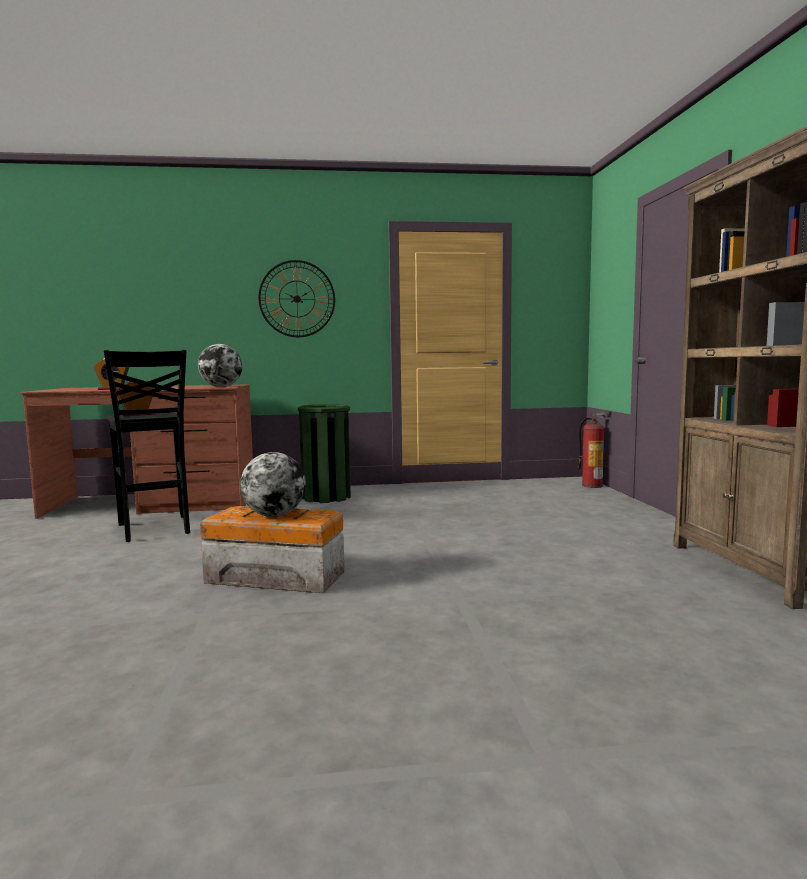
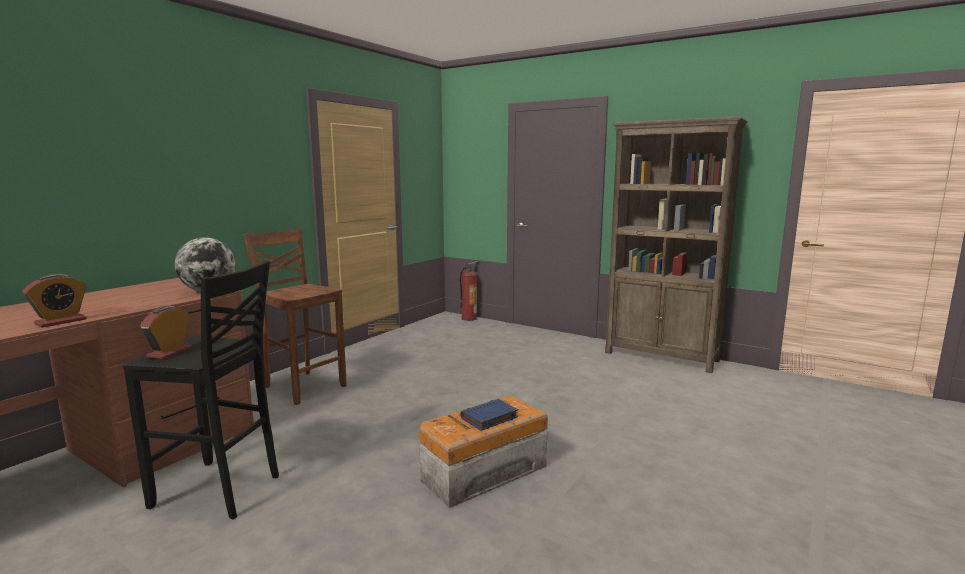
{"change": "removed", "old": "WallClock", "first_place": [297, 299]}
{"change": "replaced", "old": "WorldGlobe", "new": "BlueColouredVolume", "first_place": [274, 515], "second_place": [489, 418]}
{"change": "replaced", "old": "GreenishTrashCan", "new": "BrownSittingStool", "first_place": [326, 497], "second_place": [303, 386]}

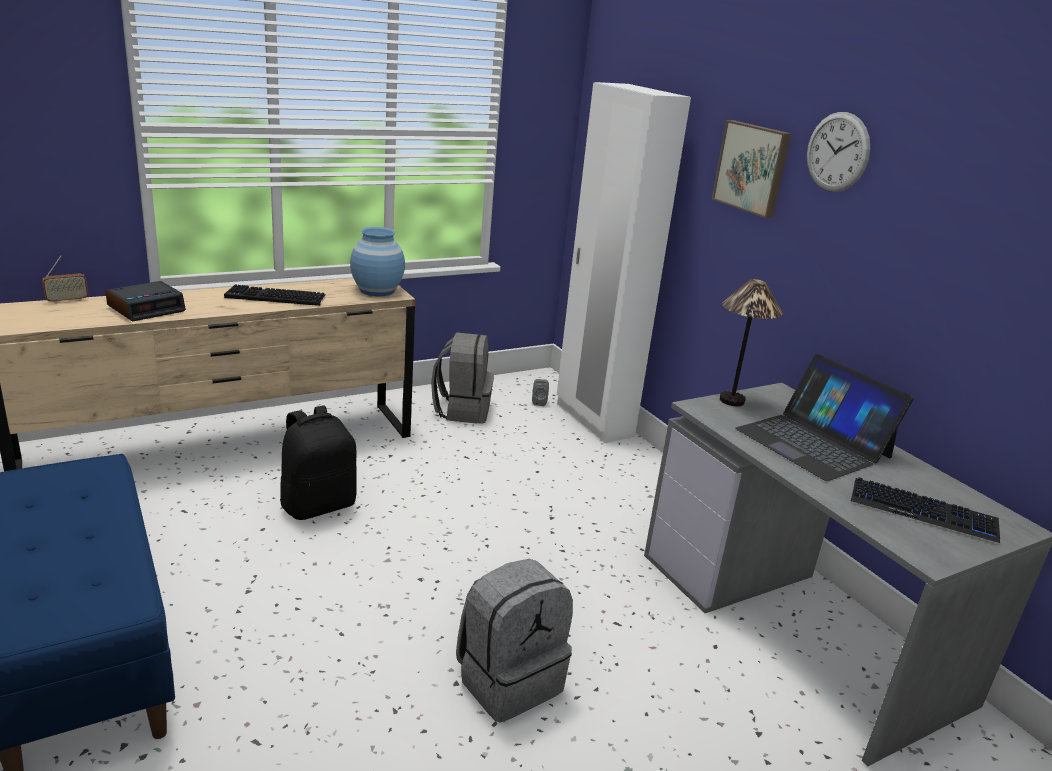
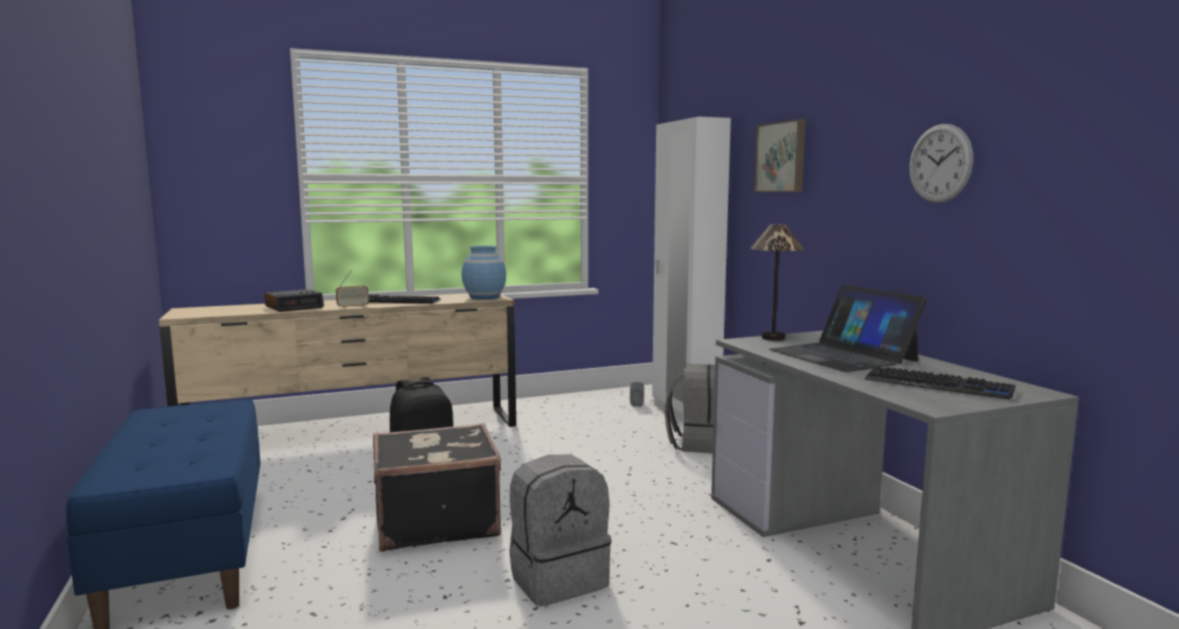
{"change": "added", "new": "BlackColouredSuitcase", "second_place": [435, 521]}
{"change": "moved", "old": "Radio", "first_place": [67, 301], "second_place": [352, 307]}
{"change": "moved", "old": "GreyBackpack", "first_place": [462, 410], "second_place": [696, 443]}
{"change": "moved", "old": "WallClock", "first_place": [837, 152], "second_place": [940, 163]}

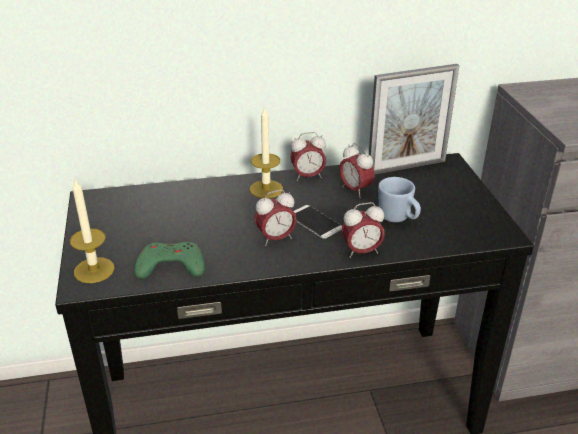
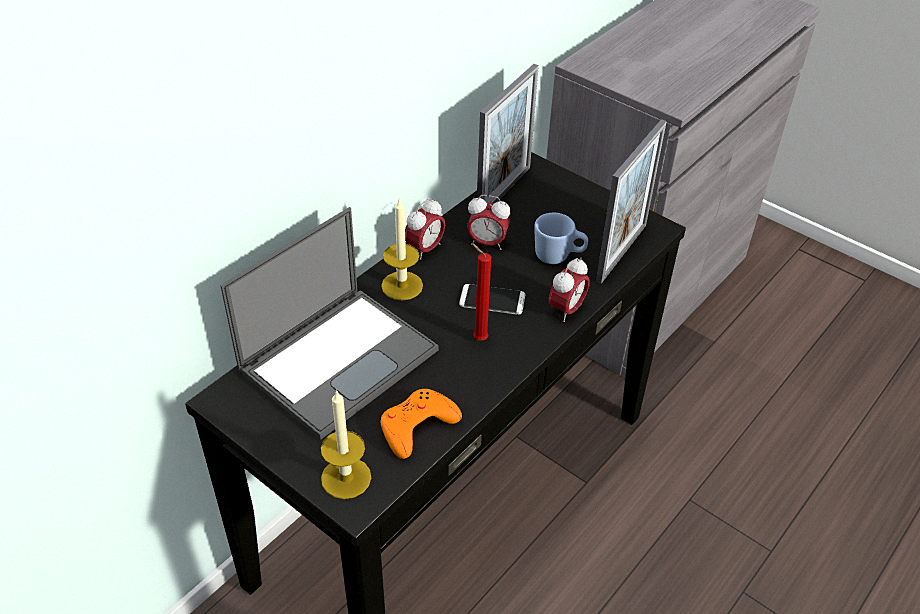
{"change": "added", "new": "Laptop", "second_place": [340, 358]}
{"change": "added", "new": "PhotoFrame", "second_place": [621, 253]}
{"change": "replaced", "old": "BedsideClock", "new": "ReddishCandle", "first_place": [275, 238], "second_place": [478, 338]}
{"change": "recoloured", "old": "GreenishGamepad", "new": "OrangeGamepad", "first_place": [171, 266], "second_place": [417, 426]}

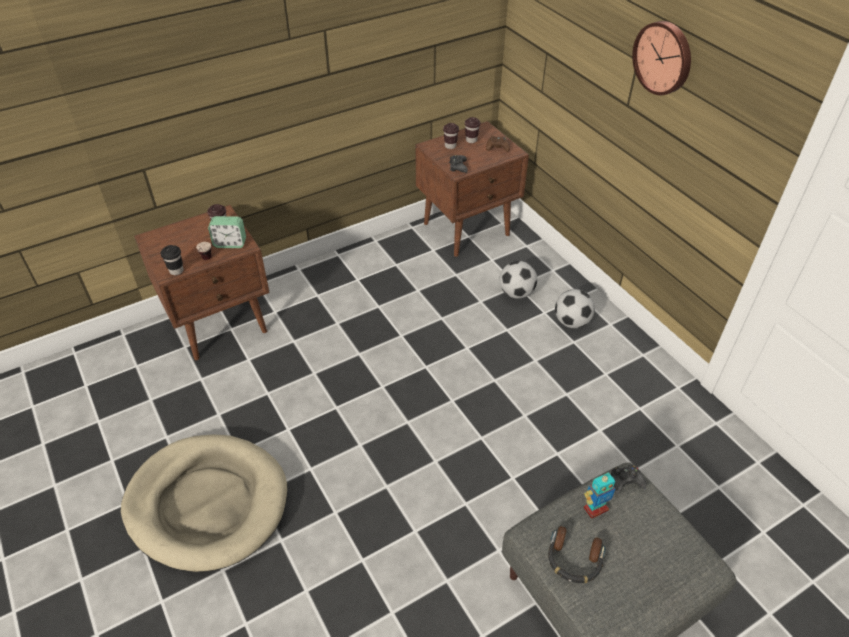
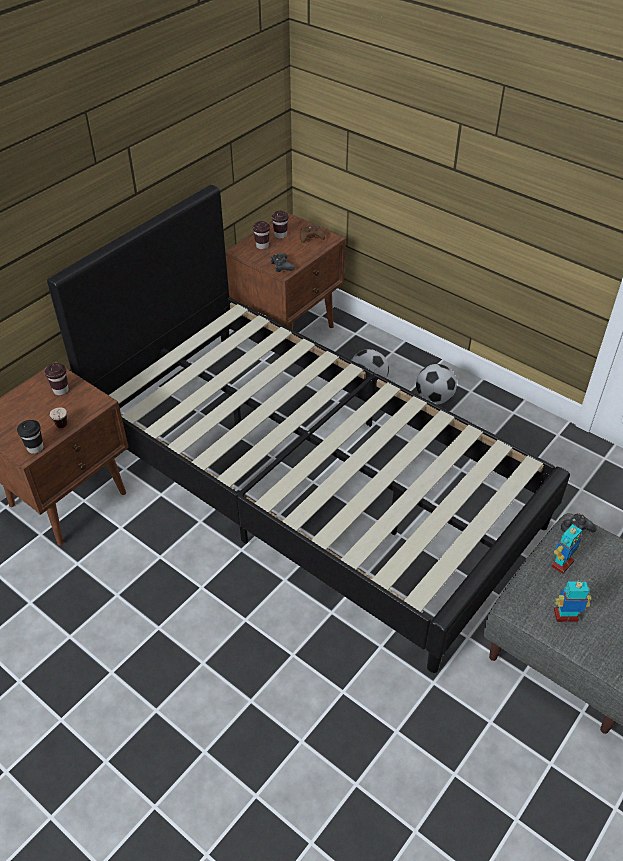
{"change": "removed", "old": "BeigePetBed", "first_place": [207, 503]}
{"change": "removed", "old": "BedsideClock", "first_place": [230, 243]}
{"change": "removed", "old": "WallClock", "first_place": [663, 57]}
{"change": "added", "new": "BlackColouredSleepingBed", "second_place": [311, 481]}
{"change": "replaced", "old": "Headset", "new": "ToyRobot", "first_place": [573, 560], "second_place": [565, 616]}

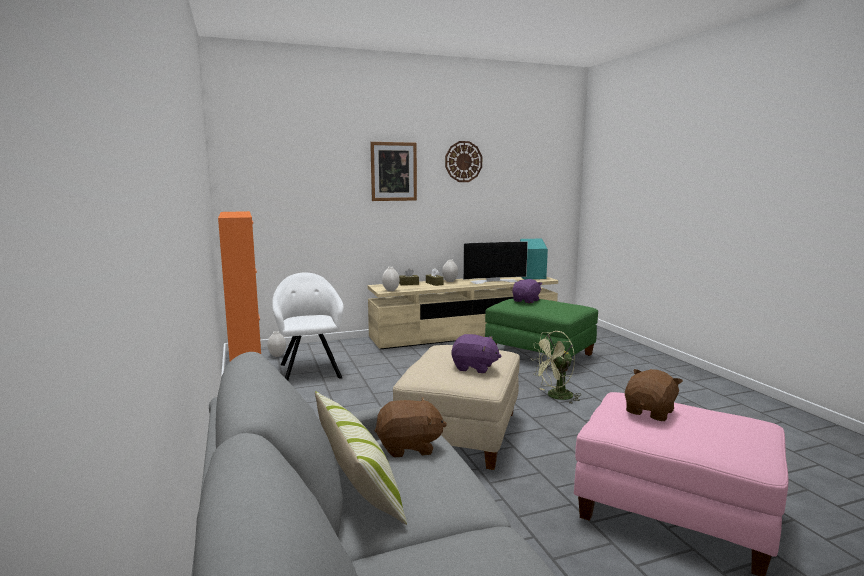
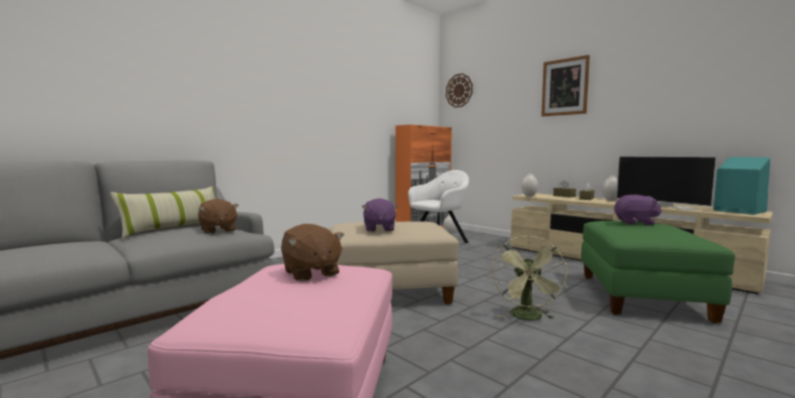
{"change": "moved", "old": "WallClock", "first_place": [463, 161], "second_place": [459, 90]}
{"change": "turned", "old": "GreenishFan", "first_place": [555, 396], "second_place": [528, 318], "degrees": -120}
{"change": "turned", "old": "BrownPlushToy", "first_place": [650, 412], "second_place": [310, 273], "degrees": 45}

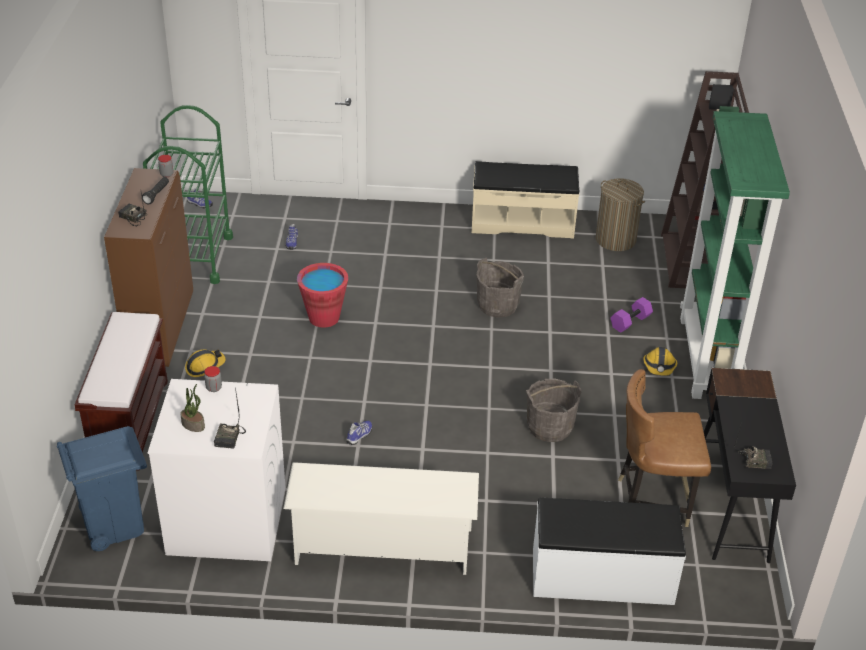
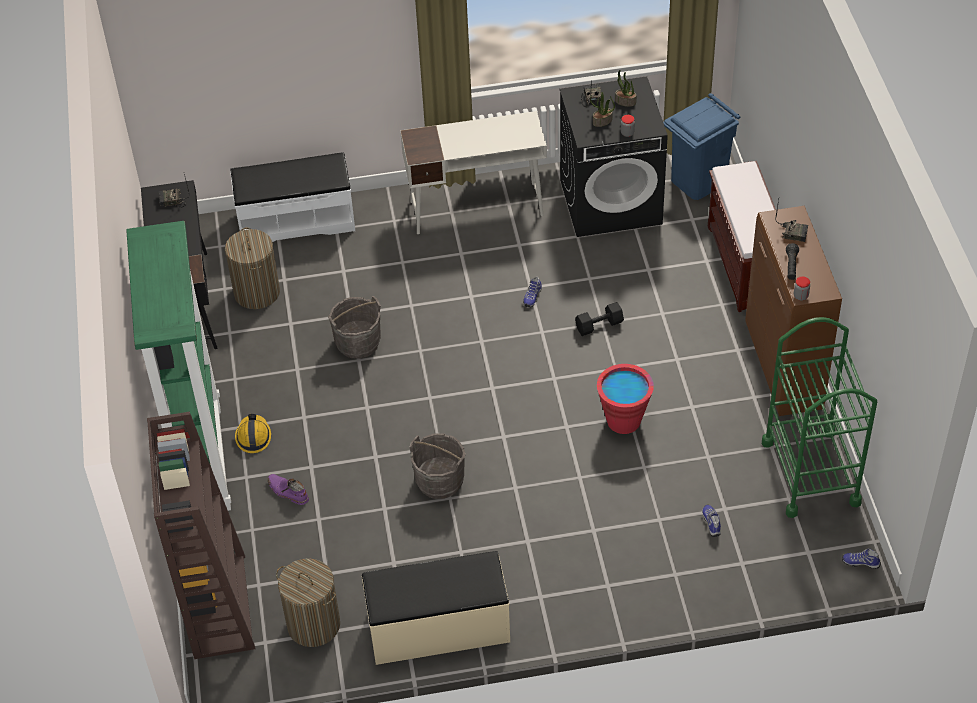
{"change": "removed", "old": "HardHat", "first_place": [204, 366]}
{"change": "added", "new": "BlackColouredDumbbell", "second_place": [599, 326]}
{"change": "added", "new": "PottedPlant", "second_place": [602, 121]}
{"change": "replaced", "old": "WhitishShoeShelf", "new": "WhitishDesk", "first_place": [382, 547], "second_place": [477, 208]}
{"change": "replaced", "old": "PurpleDumbbell", "new": "PurpleTallBoot", "first_place": [630, 321], "second_place": [287, 492]}
{"change": "replaced", "old": "BrownChair", "new": "Hamper", "first_place": [653, 499], "second_place": [257, 293]}
{"change": "recoloured", "old": "WhitishLaundryMachine", "new": "BlackColouredLaundryMachine", "first_place": [226, 521], "second_place": [611, 201]}

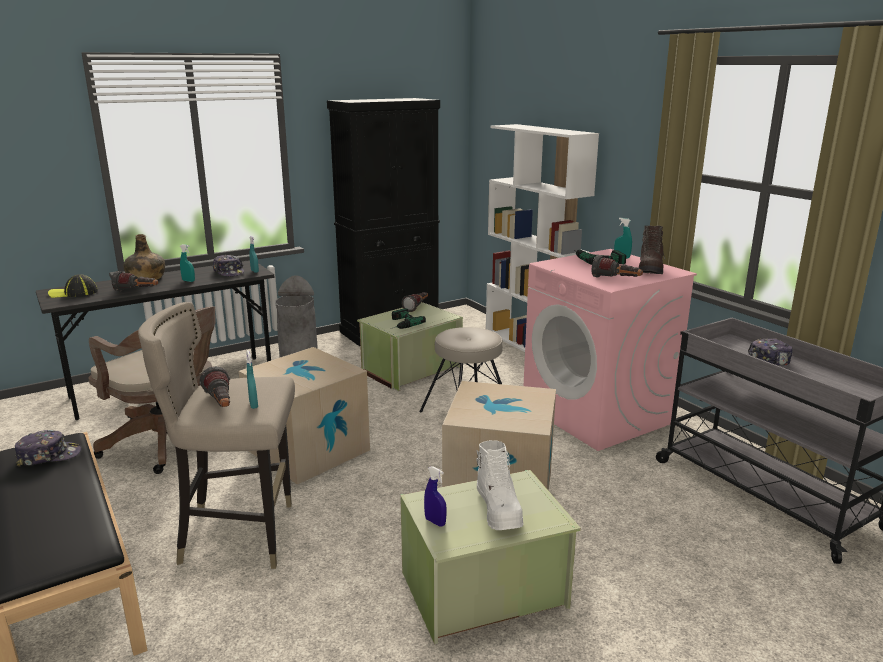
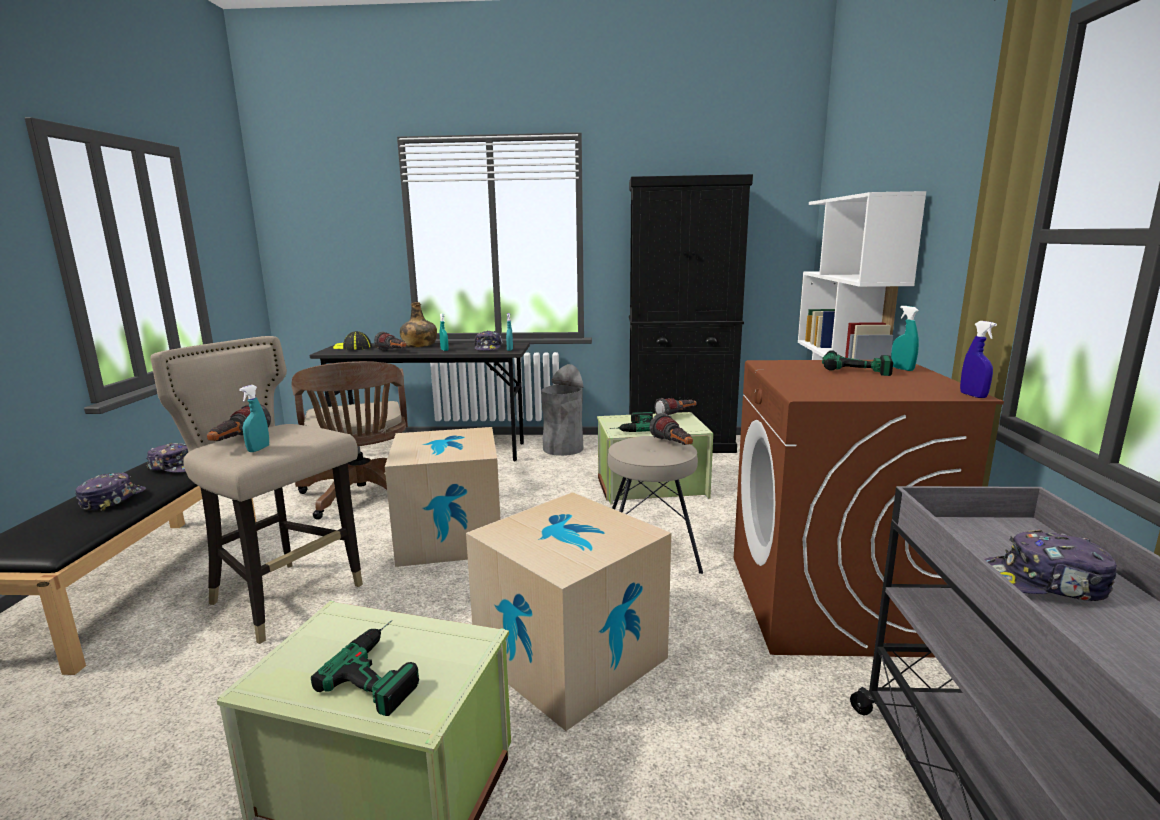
{"change": "removed", "old": "BrownTallBoot", "first_place": [650, 269]}
{"change": "added", "new": "BaseballCap", "second_place": [112, 499]}
{"change": "moved", "old": "BlueColouredSprayer", "first_place": [435, 522], "second_place": [973, 395]}
{"change": "moved", "old": "Flashlight", "first_place": [616, 280], "second_place": [673, 446]}
{"change": "replaced", "old": "WhitishTallBoot", "new": "PowerDrill", "first_place": [499, 510], "second_place": [385, 667]}
{"change": "recoloured", "old": "PinkLaundryMachine", "new": "BrownLaundryMachine", "first_place": [598, 414], "second_place": [830, 603]}

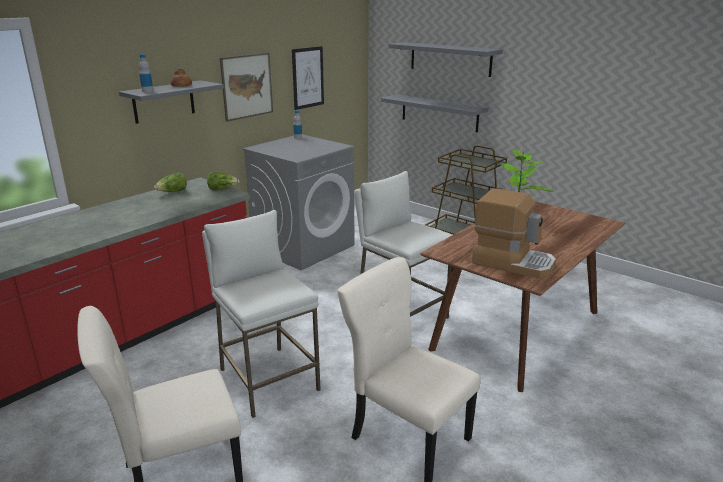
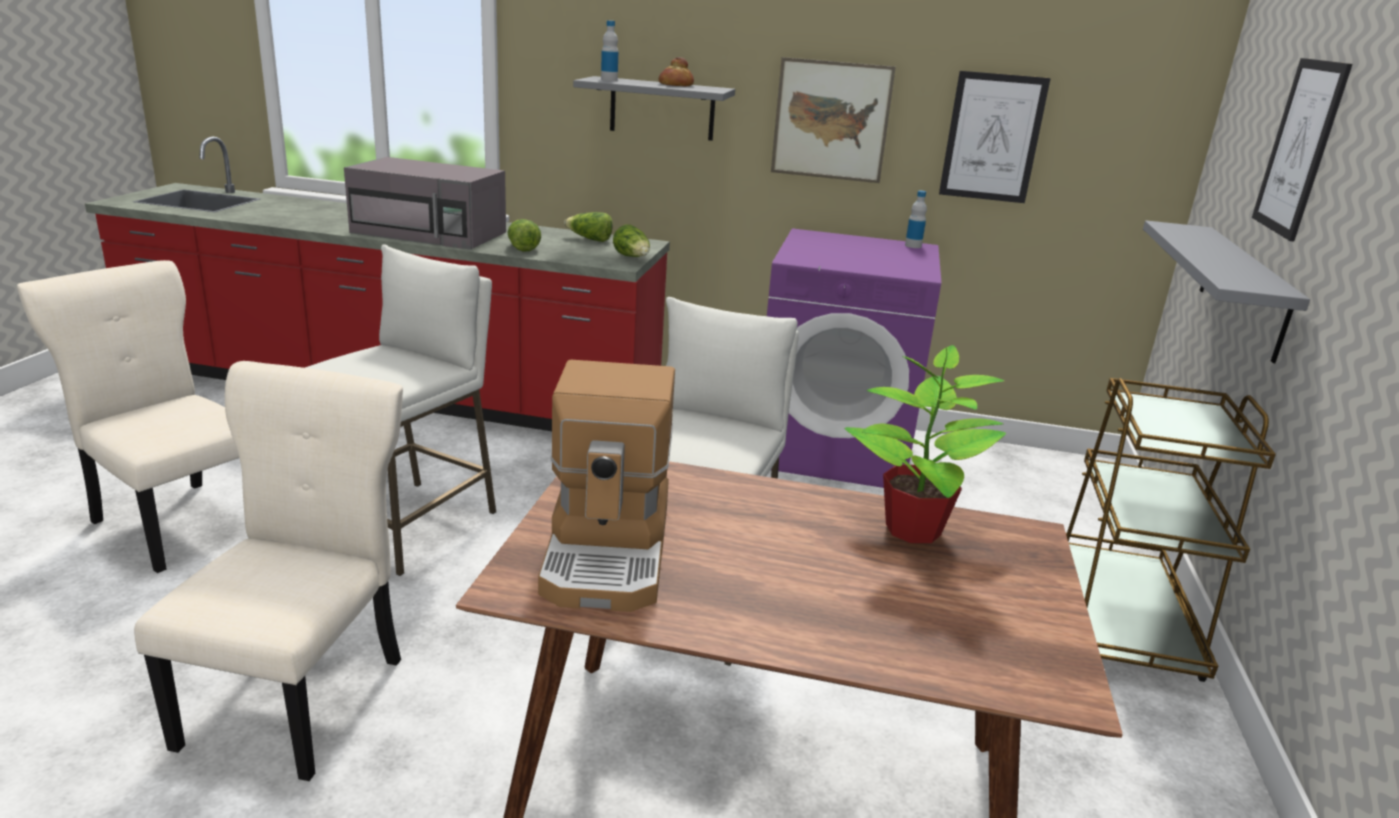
{"change": "added", "new": "GreyMicrowaveOven", "second_place": [431, 233]}
{"change": "added", "new": "Lettuce", "second_place": [522, 247]}
{"change": "replaced", "old": "GreyWallShelf", "new": "Picture", "first_place": [450, 59], "second_place": [1299, 148]}
{"change": "recoloured", "old": "GreyLaundryMachine", "new": "PurpleLaundryMachine", "first_place": [304, 247], "second_place": [834, 448]}

